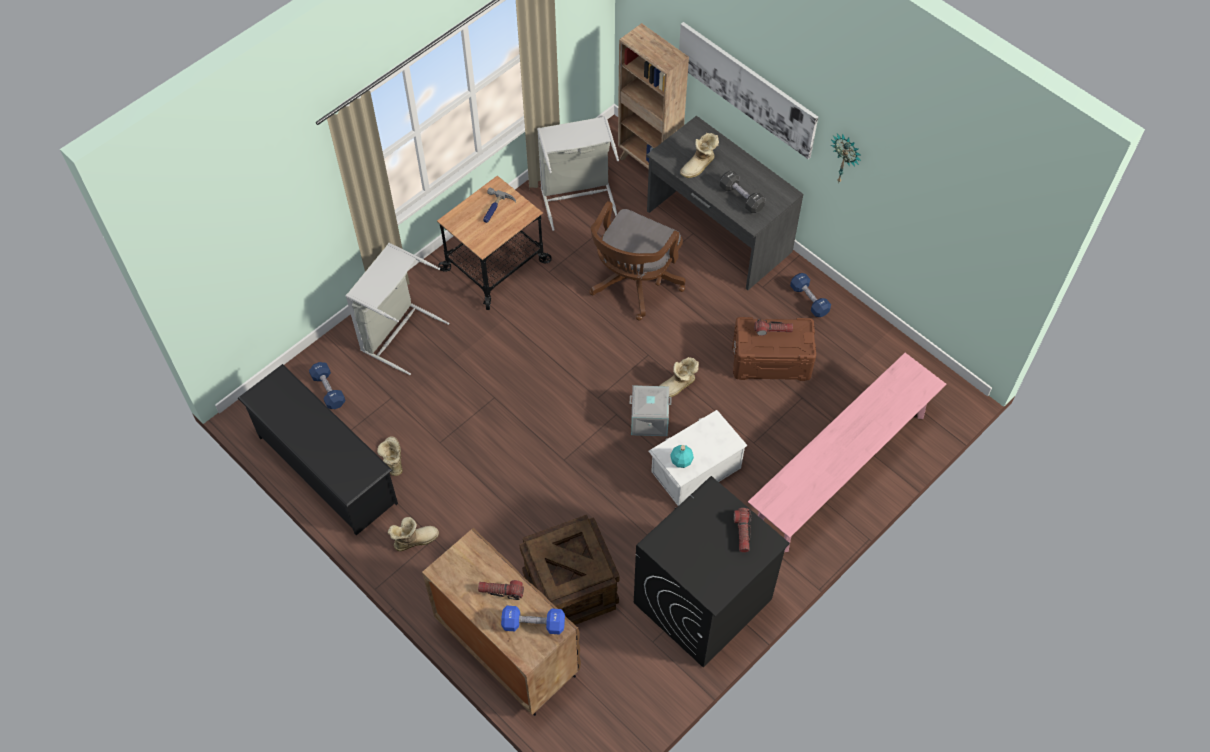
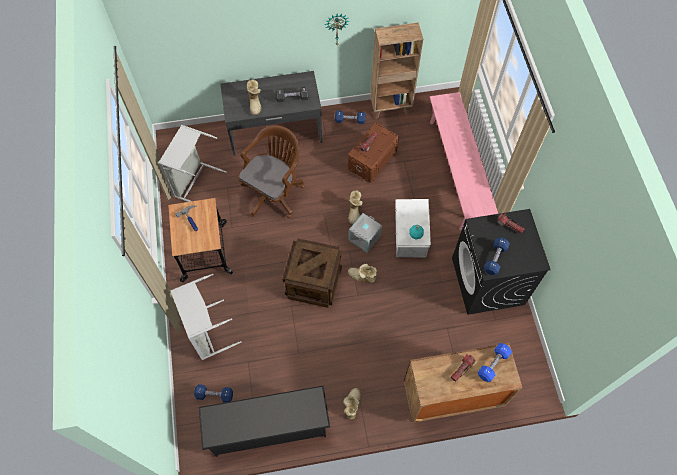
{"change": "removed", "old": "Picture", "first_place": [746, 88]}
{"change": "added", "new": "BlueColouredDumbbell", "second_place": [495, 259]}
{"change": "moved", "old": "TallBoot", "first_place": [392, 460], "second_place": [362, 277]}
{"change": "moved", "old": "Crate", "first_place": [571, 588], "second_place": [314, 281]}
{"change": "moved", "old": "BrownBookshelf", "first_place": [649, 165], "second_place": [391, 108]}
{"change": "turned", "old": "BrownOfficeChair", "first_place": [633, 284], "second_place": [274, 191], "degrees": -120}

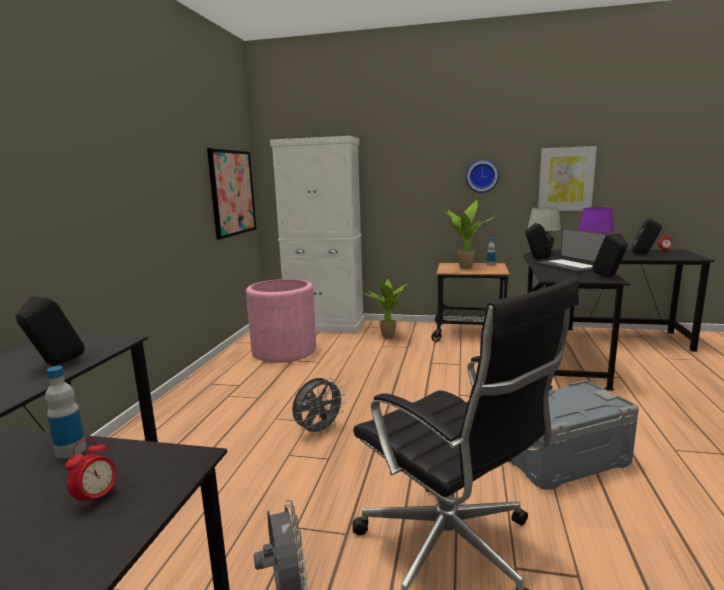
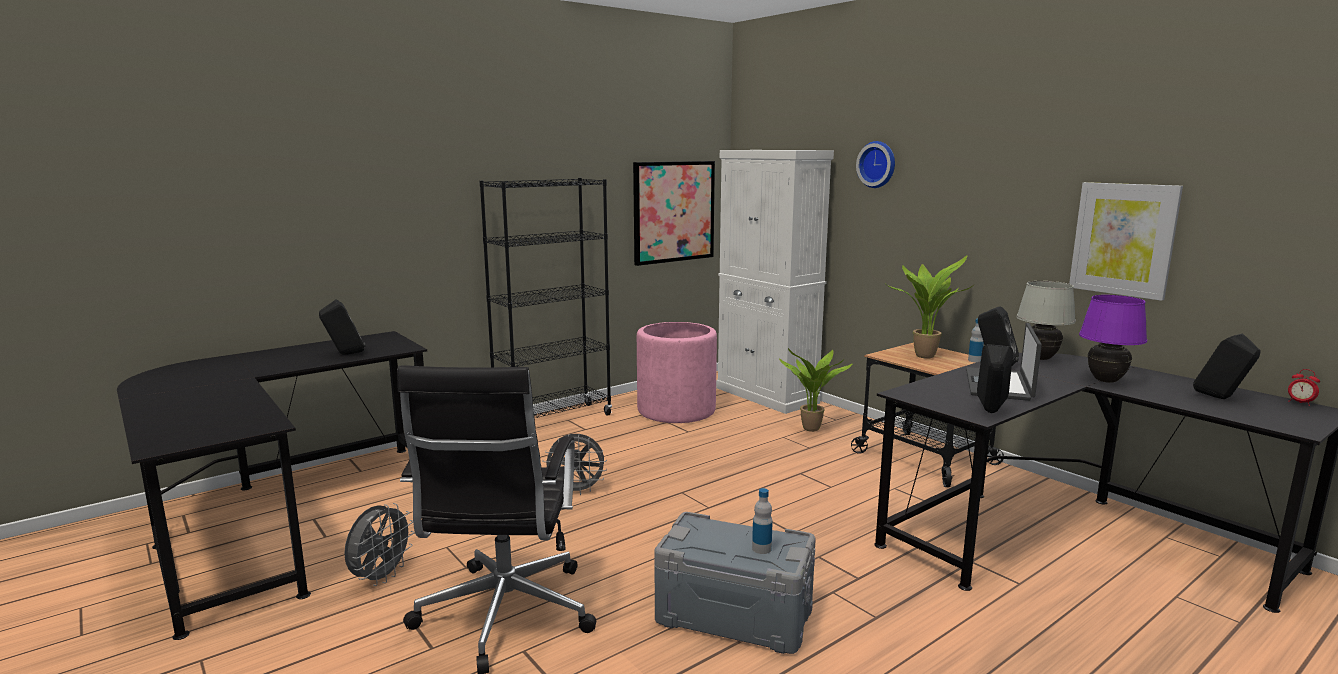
{"change": "removed", "old": "BedsideClock", "first_place": [97, 498]}
{"change": "added", "new": "BlackColouredBookshelf", "second_place": [553, 421]}
{"change": "moved", "old": "BeverageBottle", "first_place": [71, 450], "second_place": [761, 549]}
{"change": "moved", "old": "WallClock", "first_place": [482, 176], "second_place": [878, 164]}

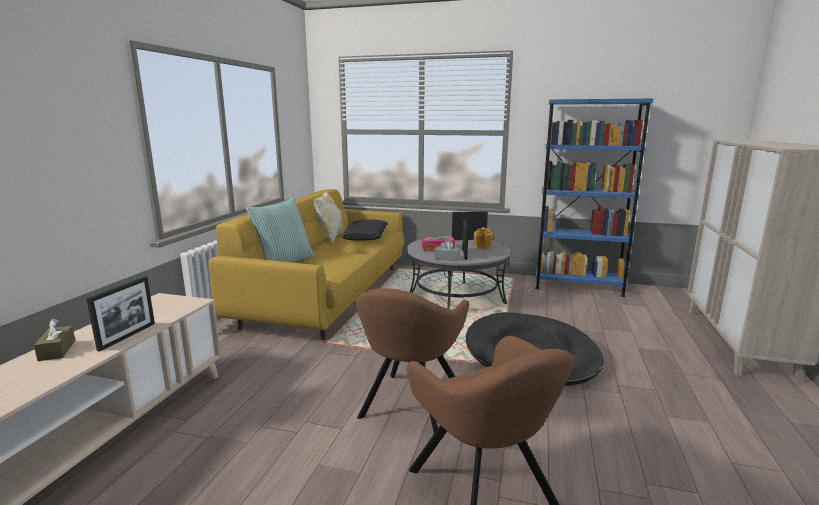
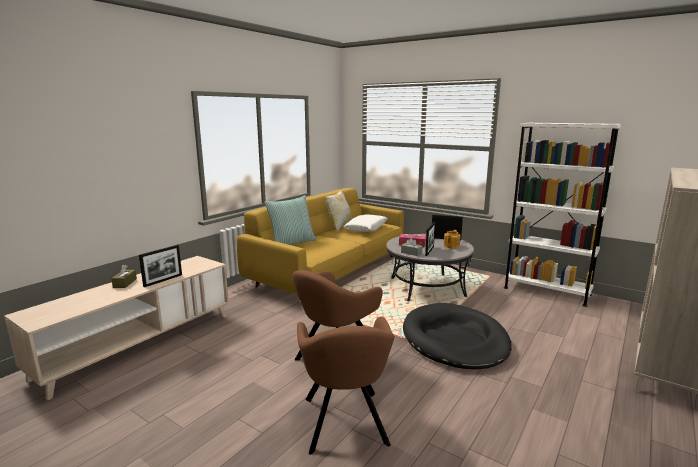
{"change": "recoloured", "old": "BlackColouredPillow", "new": "WhitishPillow", "first_place": [366, 236], "second_place": [366, 228]}
{"change": "recoloured", "old": "BlueColouredBookshelf", "new": "WhitishBookshelf", "first_place": [578, 286], "second_place": [546, 291]}

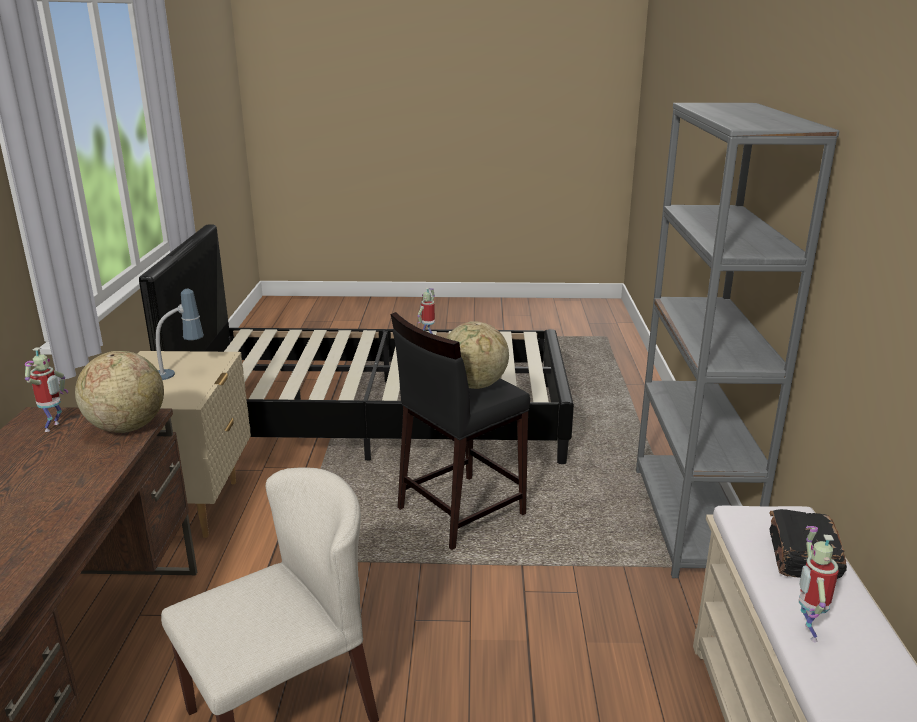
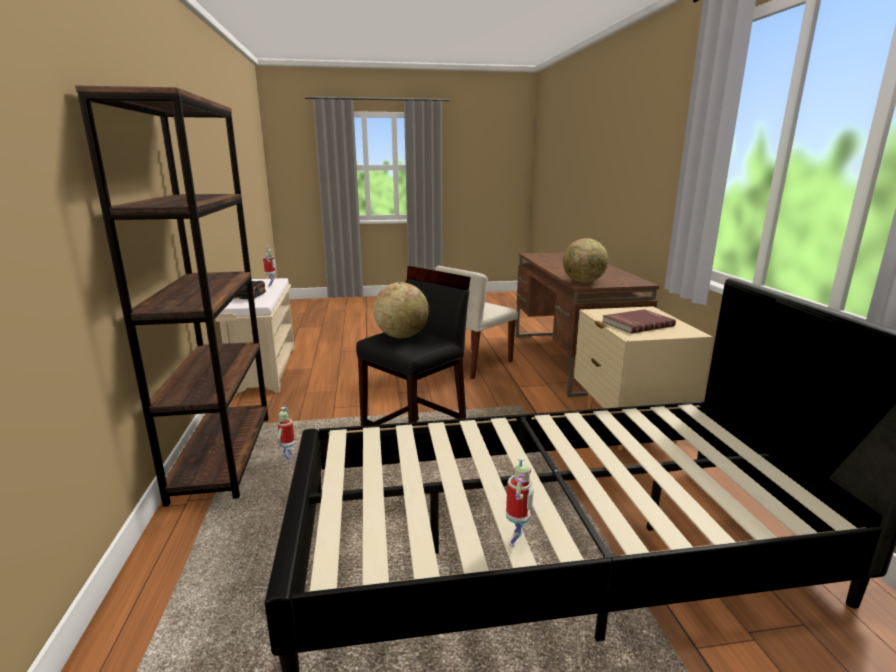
{"change": "moved", "old": "ToyRobot", "first_place": [54, 427], "second_place": [288, 458]}
{"change": "replaced", "old": "TableLamp", "new": "ReddishVolume", "first_place": [179, 374], "second_place": [636, 323]}
{"change": "recoloured", "old": "GreyBookshelf", "new": "BrownBookshelf", "first_place": [689, 520], "second_place": [223, 456]}

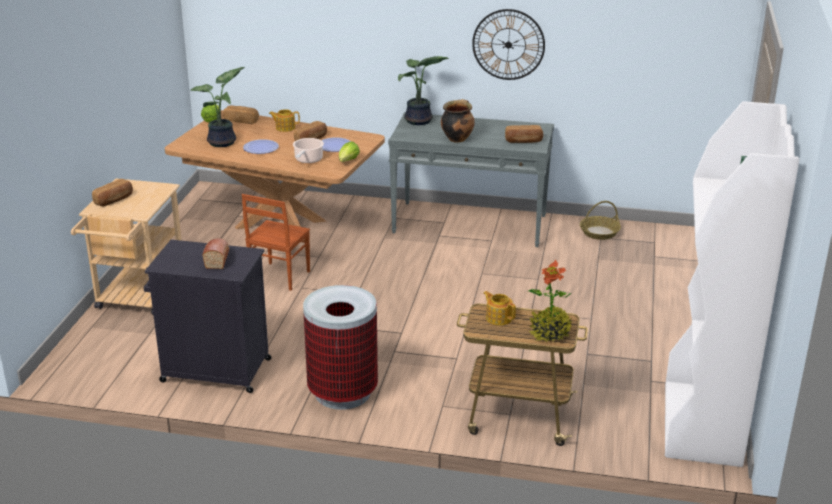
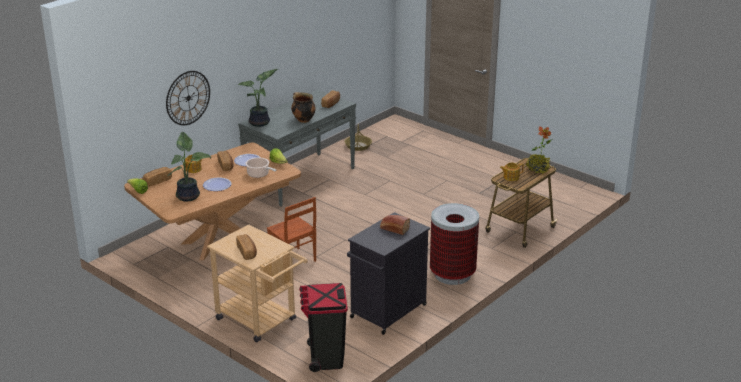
{"change": "removed", "old": "WhitishBookshelf", "first_place": [702, 425]}
{"change": "added", "new": "BlackColouredTrashCan", "second_place": [325, 358]}
{"change": "moved", "old": "WallClock", "first_place": [508, 44], "second_place": [188, 98]}

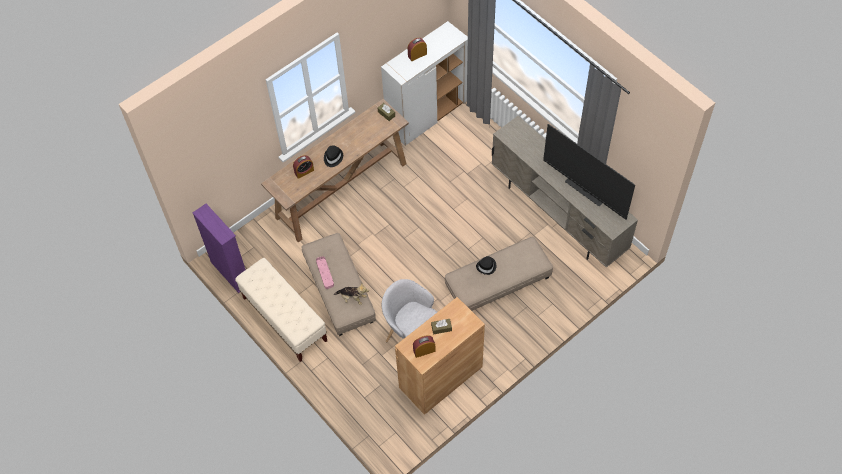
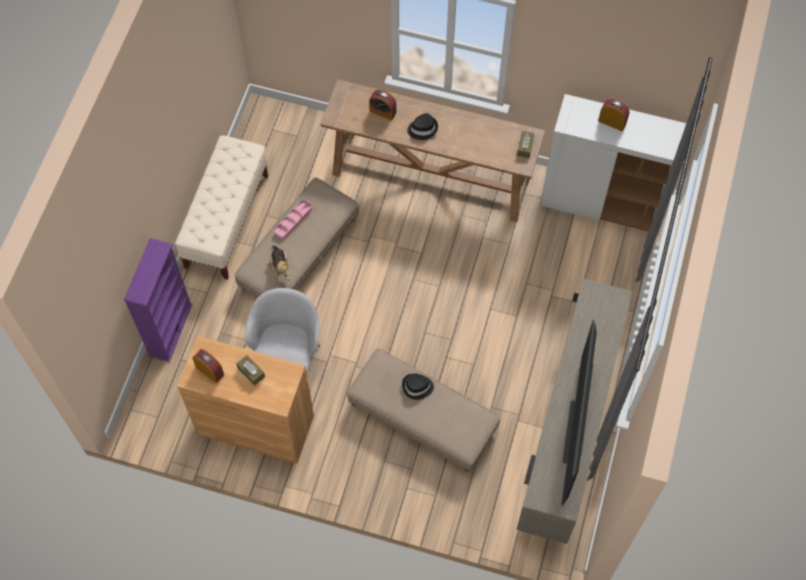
{"change": "moved", "old": "PurpleBookshelf", "first_place": [230, 273], "second_place": [170, 330]}

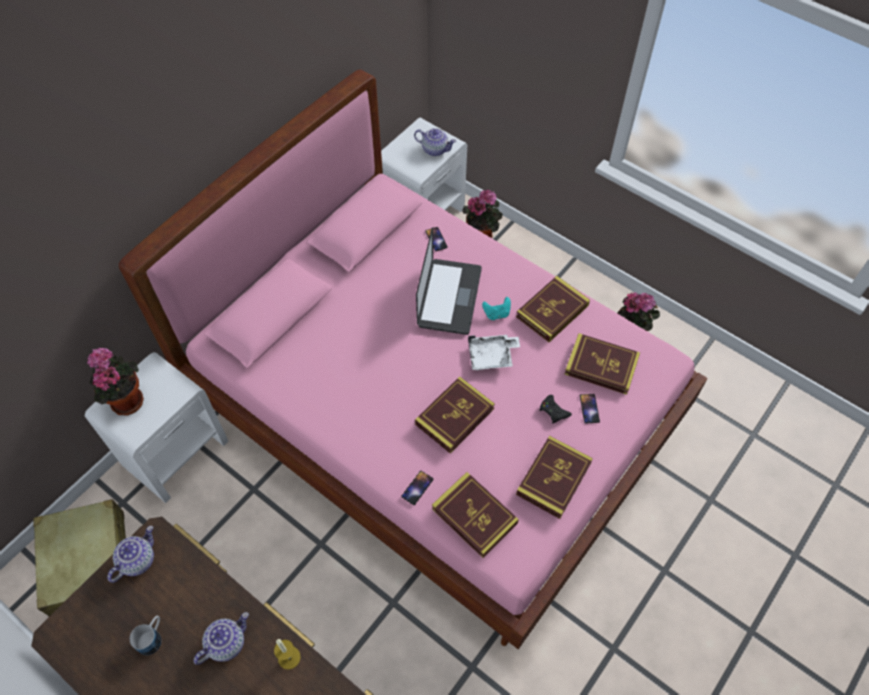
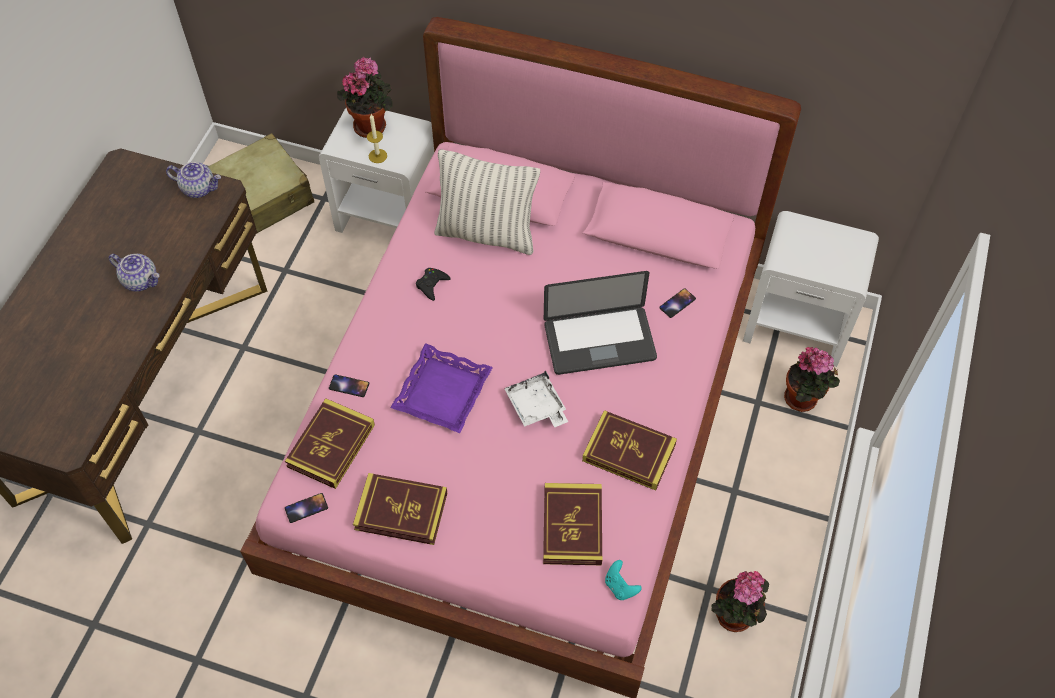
{"change": "removed", "old": "CoffeeMug", "first_place": [152, 637]}
{"change": "removed", "old": "Teapot", "first_place": [435, 149]}
{"change": "added", "new": "Pillow", "second_place": [487, 233]}
{"change": "moved", "old": "Candle", "first_place": [289, 657], "second_place": [377, 156]}
{"change": "moved", "old": "BlueGreenGamepad", "first_place": [496, 314], "second_place": [620, 586]}
{"change": "moved", "old": "BlackColouredGamepad", "first_place": [553, 411], "second_place": [432, 285]}
{"change": "moved", "old": "Phone", "first_place": [589, 408], "second_place": [306, 508]}
{"change": "replaced", "old": "Volume", "new": "PurpleServingTray", "first_place": [454, 416], "second_place": [443, 393]}

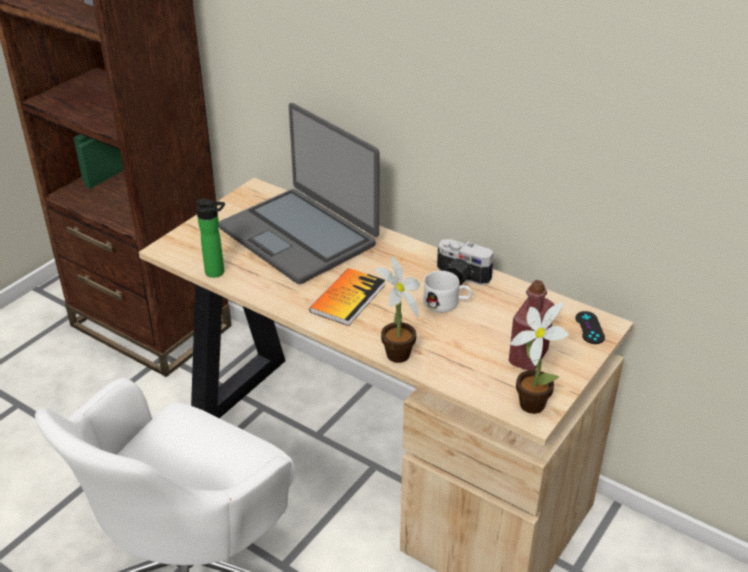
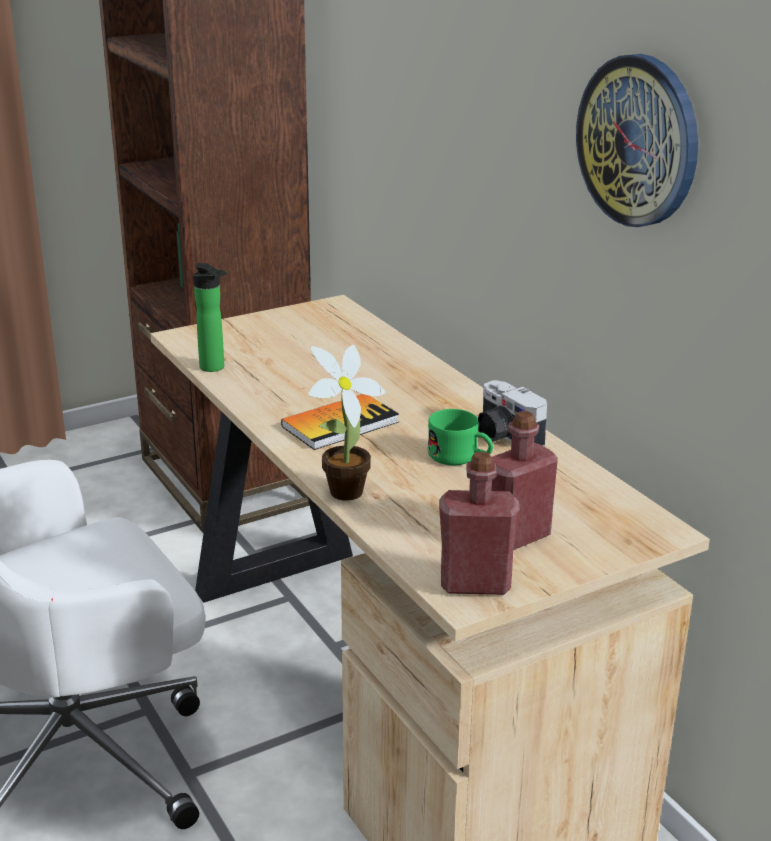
{"change": "removed", "old": "Laptop", "first_place": [299, 236]}
{"change": "removed", "old": "BlackColouredGamepad", "first_place": [589, 328]}
{"change": "added", "new": "WallClock", "second_place": [638, 141]}
{"change": "replaced", "old": "PottedPlant", "new": "ReddishBeverageBottle", "first_place": [531, 401], "second_place": [475, 584]}
{"change": "recoloured", "old": "WhitishCoffeeMug", "new": "GreenishCoffeeMug", "first_place": [447, 303], "second_place": [460, 457]}

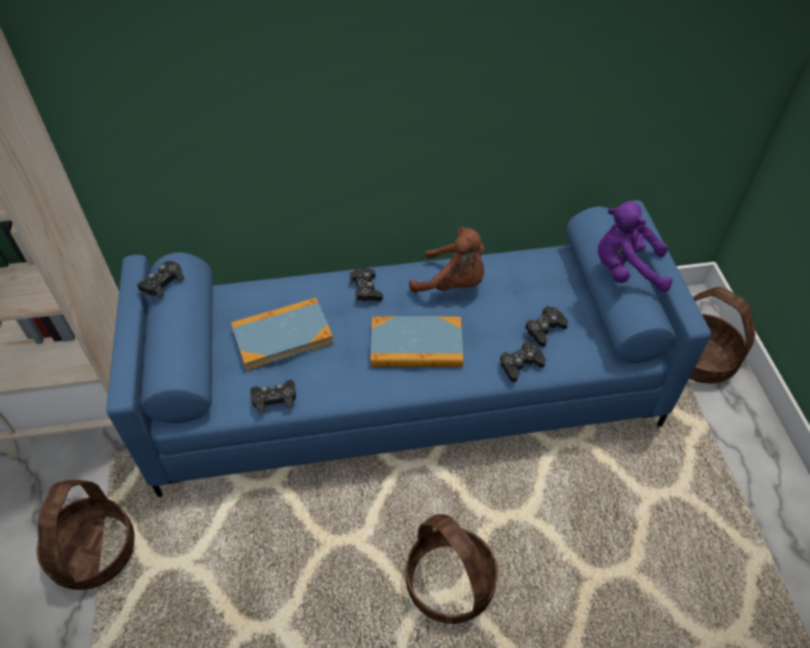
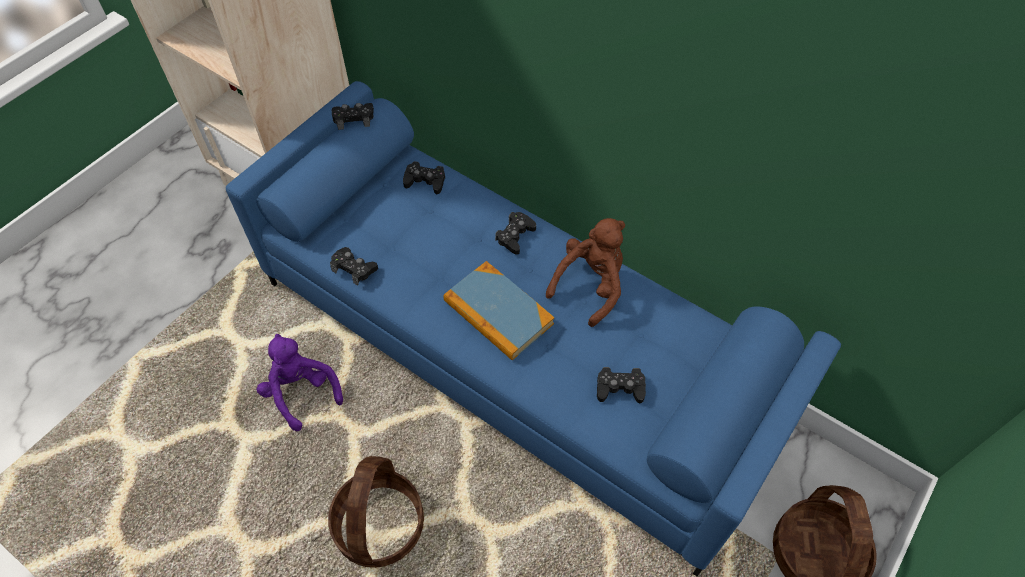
{"change": "removed", "old": "HouseholdBasket", "first_place": [93, 550]}
{"change": "removed", "old": "Volume", "first_place": [282, 336]}
{"change": "moved", "old": "BlackColouredGamepad", "first_place": [520, 364], "second_place": [425, 181]}
{"change": "moved", "old": "PurplePlushToy", "first_place": [625, 270], "second_place": [301, 392]}
{"change": "turned", "old": "BrownPlushToy", "first_place": [453, 283], "second_place": [590, 286], "degrees": -120}

